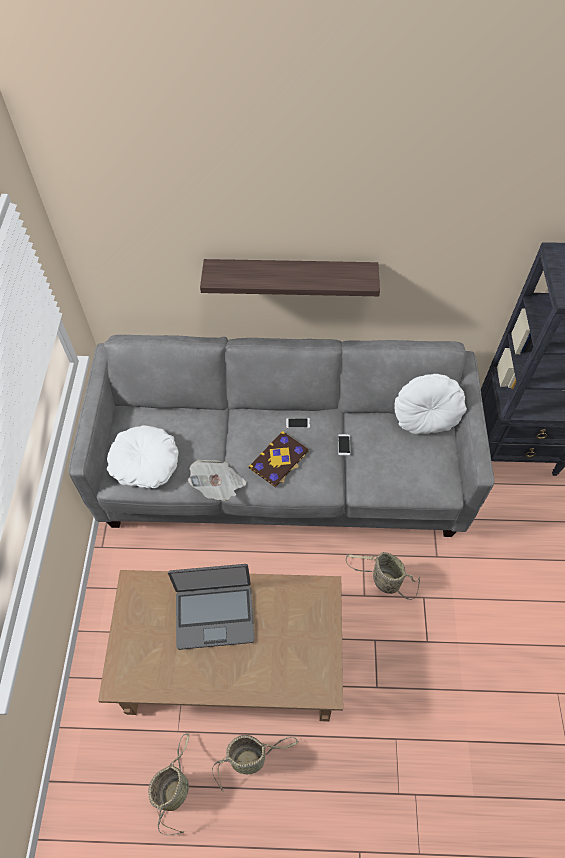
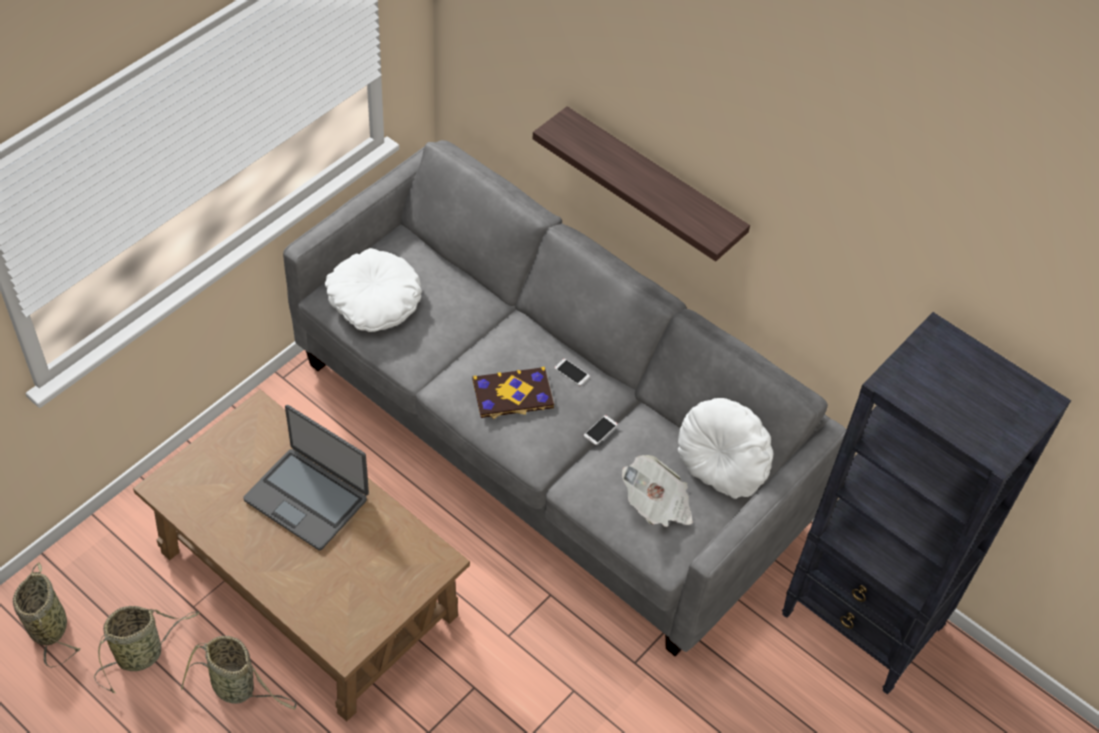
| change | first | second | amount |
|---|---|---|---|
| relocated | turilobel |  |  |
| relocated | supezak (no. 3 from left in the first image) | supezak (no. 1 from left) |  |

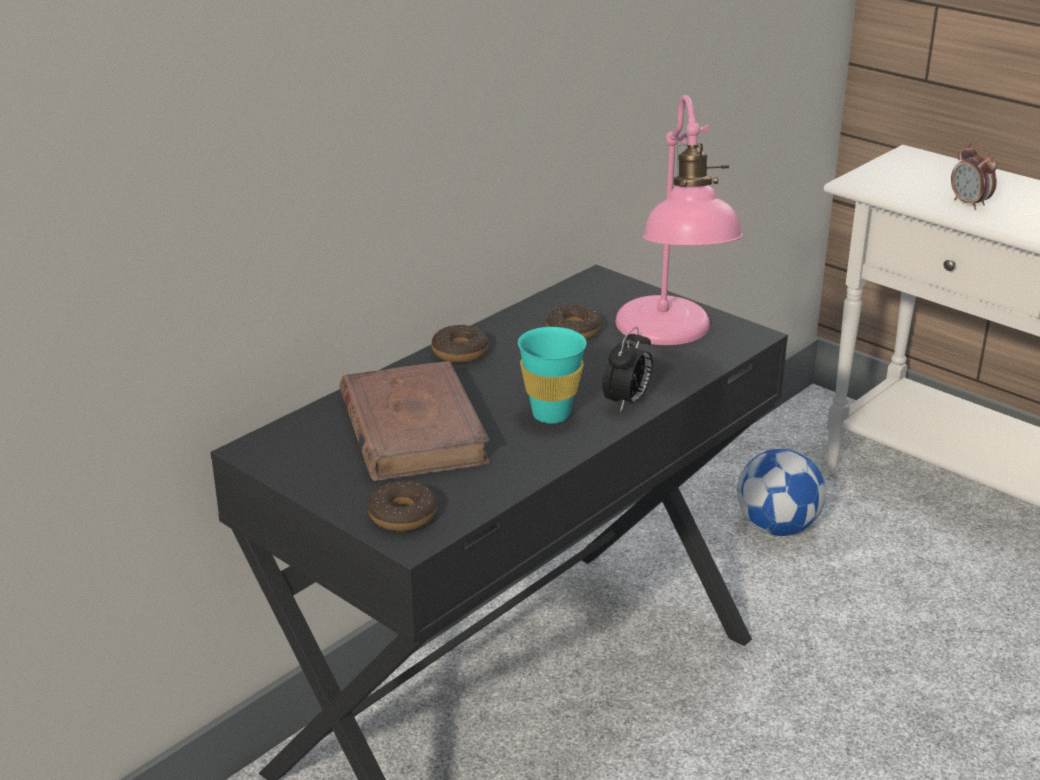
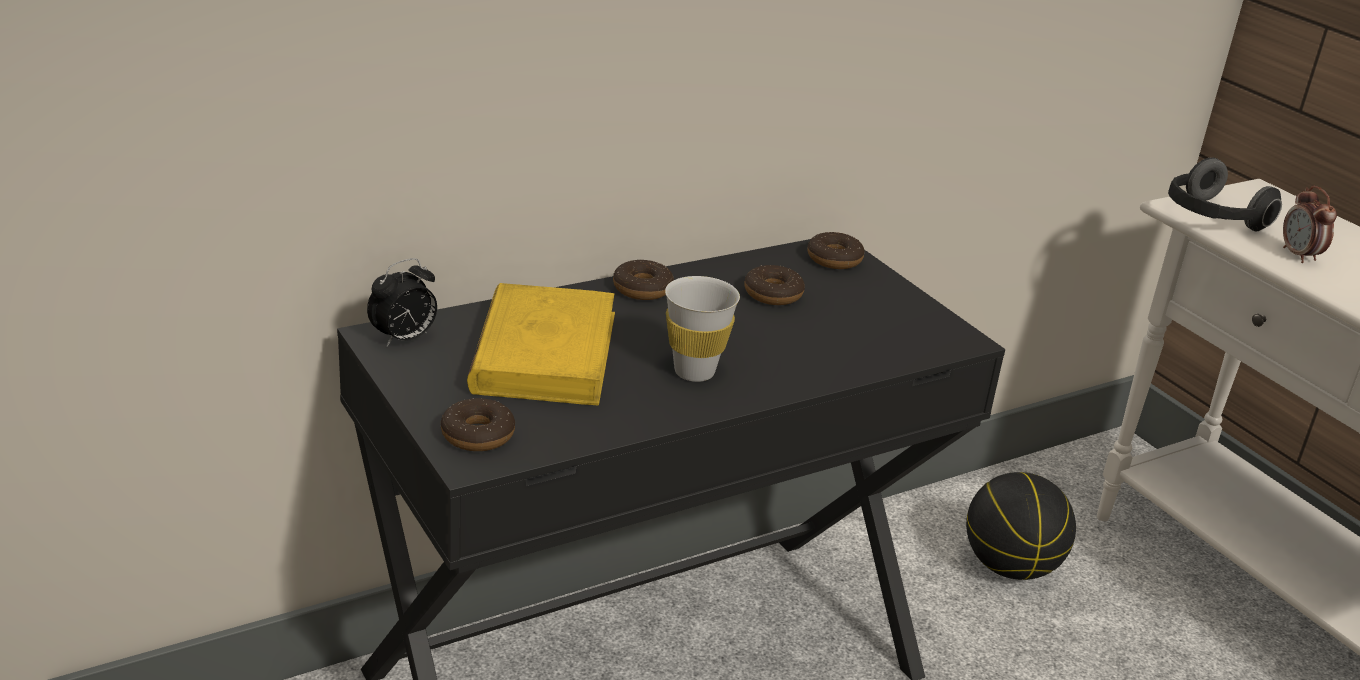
| change | first | second | amount |
|---|---|---|---|
| missing | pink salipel |  |  |
| appeared |  | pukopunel (no. 4 from left) |  |
| appeared |  | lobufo |  |
| relocated | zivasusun (no. 1 from left) |  |  |
| exchanged | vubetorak | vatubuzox |  |
| colour | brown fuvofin | yellow fuvofin |  |
| colour | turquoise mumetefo | white mumetefo |  |

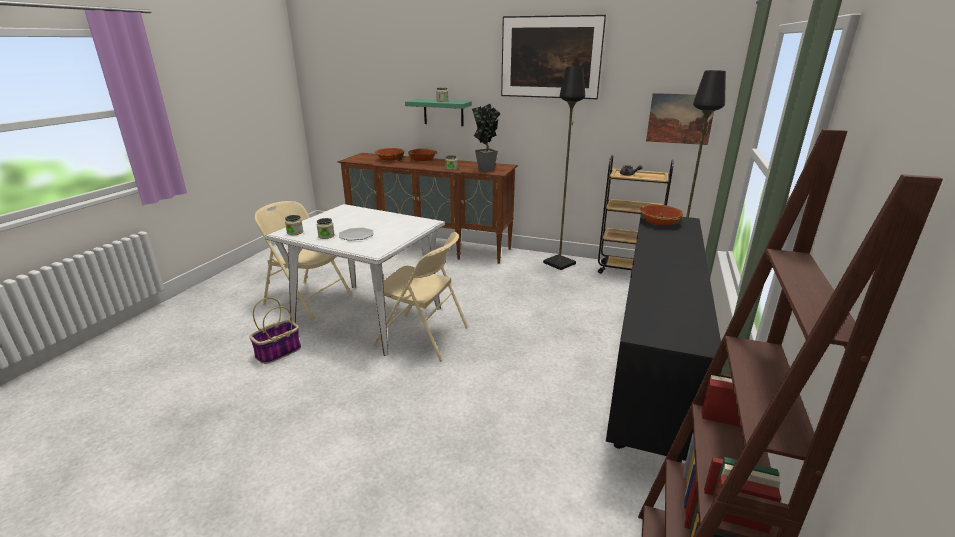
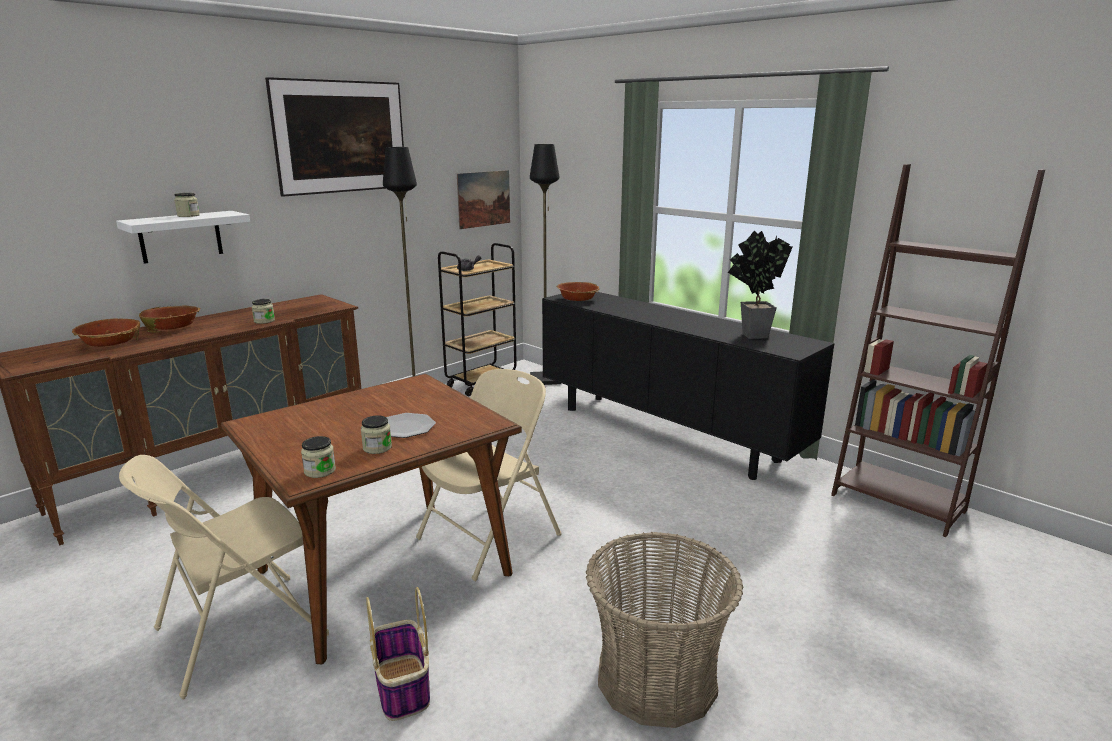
| change | first | second | amount |
|---|---|---|---|
| appeared |  | supezak (no. 2 from left) |  |
| relocated | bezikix |  |  |
| colour | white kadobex | brown kadobex |  |
| colour | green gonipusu | white gonipusu |  |

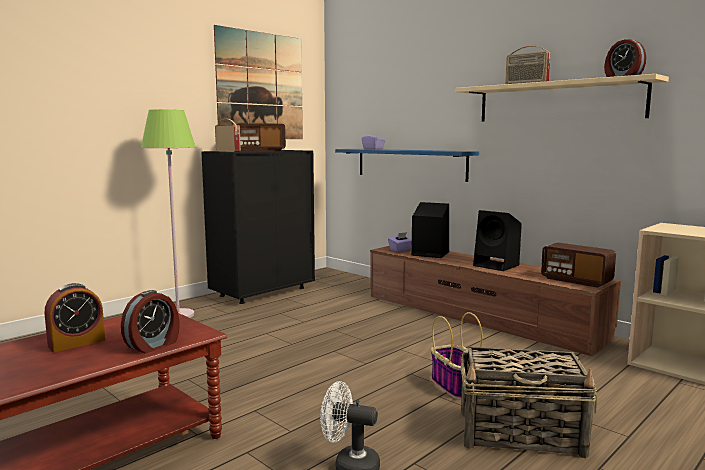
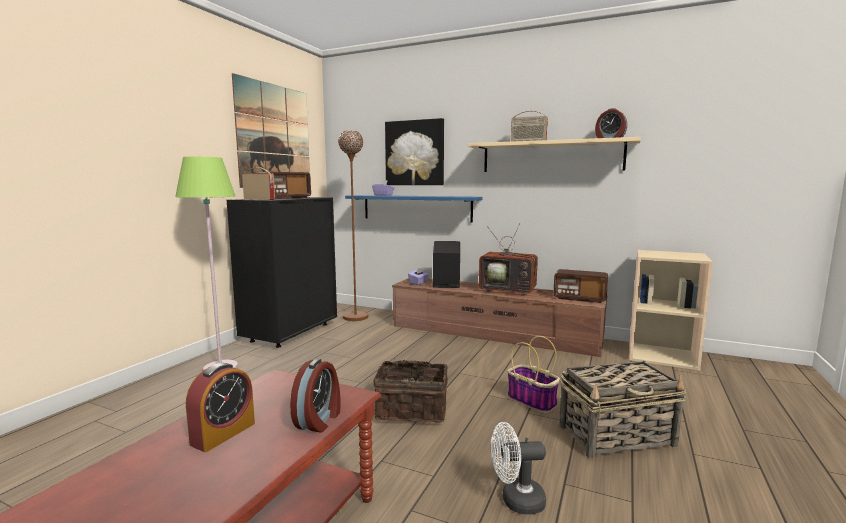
| change | first | second | amount |
|---|---|---|---|
| appeared |  | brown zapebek |  |
| appeared |  | supezak (no. 1 from left) |  |
| appeared |  | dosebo (no. 2 from left) |  |
| exchanged | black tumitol (no. 2 from left) | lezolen |  |

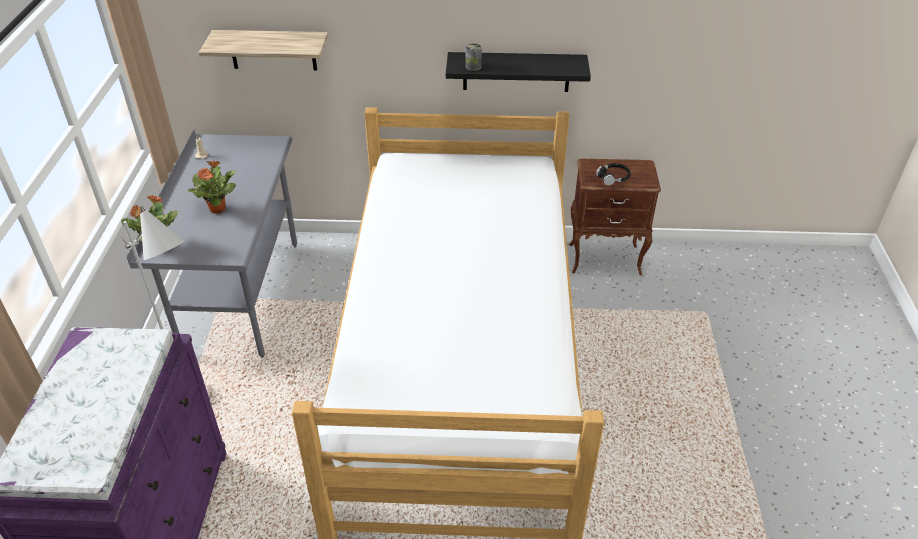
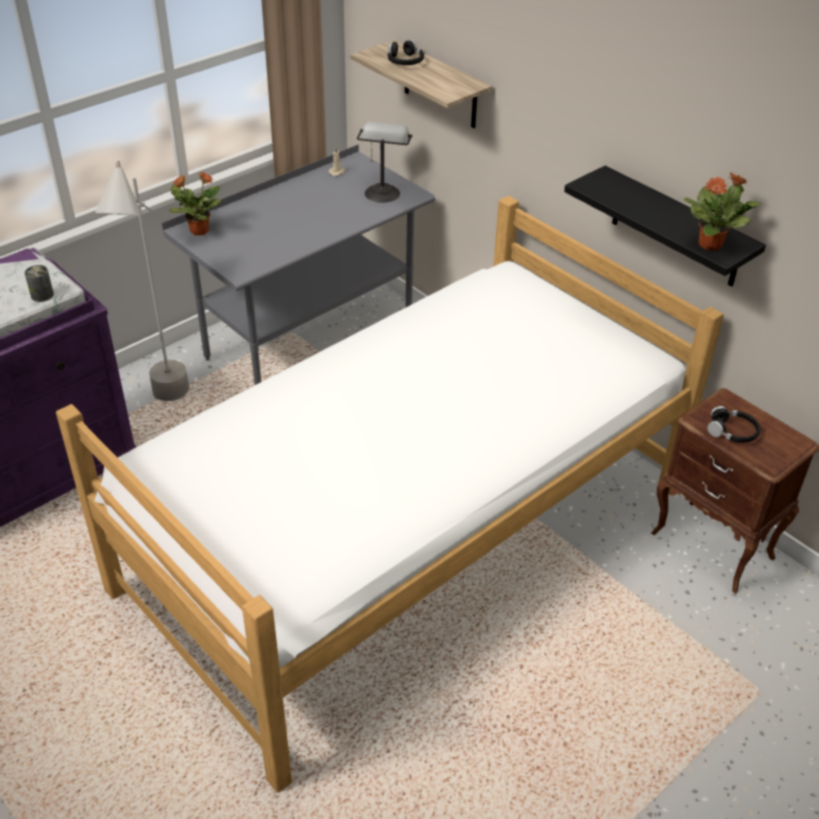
| change | first | second | amount |
|---|---|---|---|
| appeared |  | salipel |  |
| appeared |  | black lobufo (no. 1 from left) |  |
| relocated | bezikix (no. 2 from left) |  |  |
| relocated | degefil |  |  |

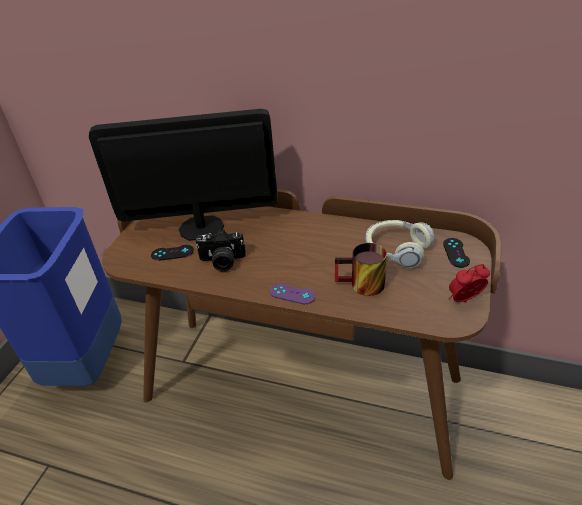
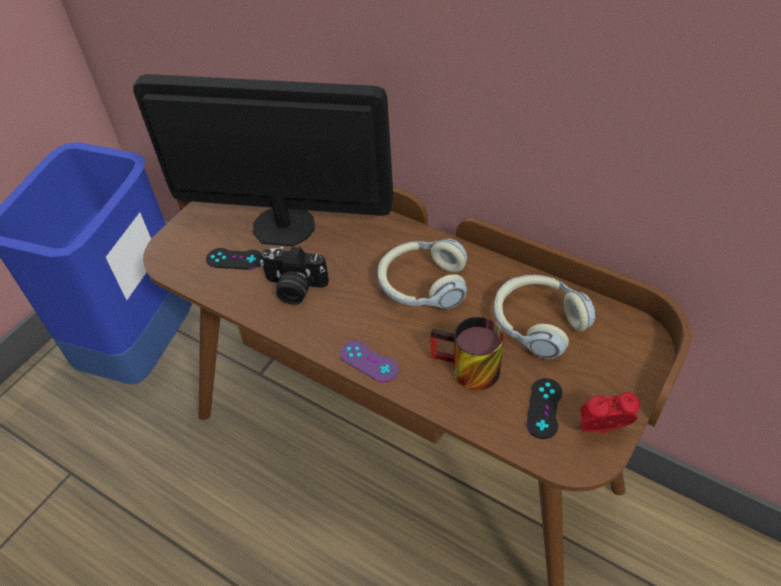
| change | first | second | amount |
|---|---|---|---|
| appeared |  | lobufo (no. 1 from left) |  |
| relocated | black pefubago (no. 2 from left) |  |  |

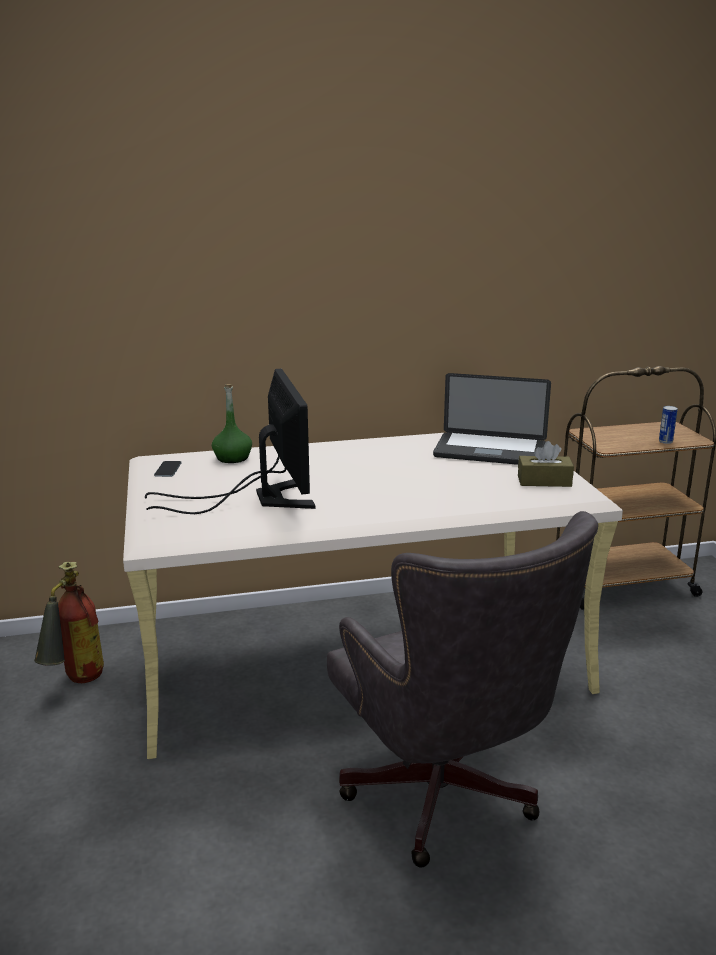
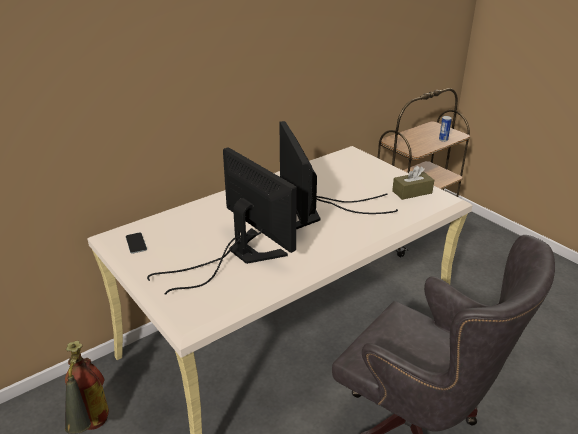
| change | first | second | amount |
|---|---|---|---|
| missing | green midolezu |  |  |
| missing | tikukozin |  |  |
| appeared |  | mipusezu (no. 2 from left) |  |

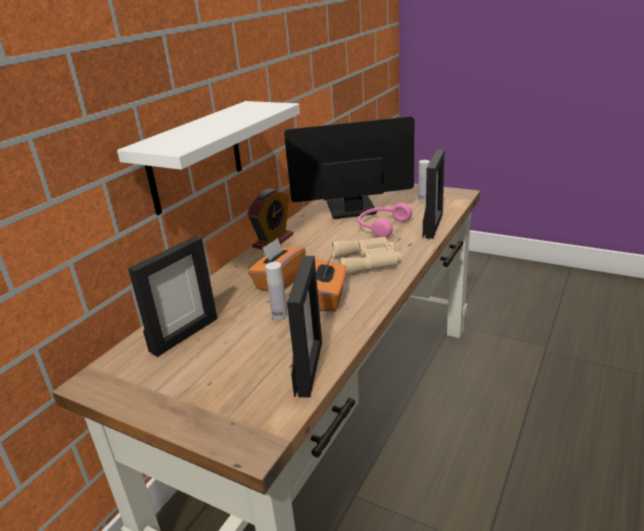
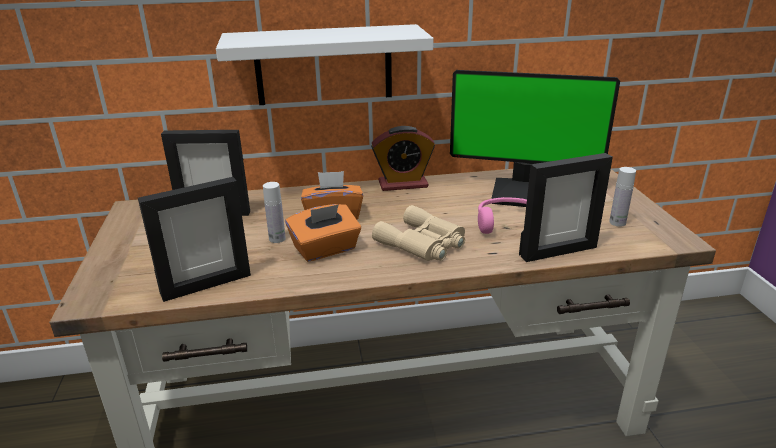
| change | first | second | amount |
|---|---|---|---|
| spun | mipusezu |  | 150 degrees clockwise |

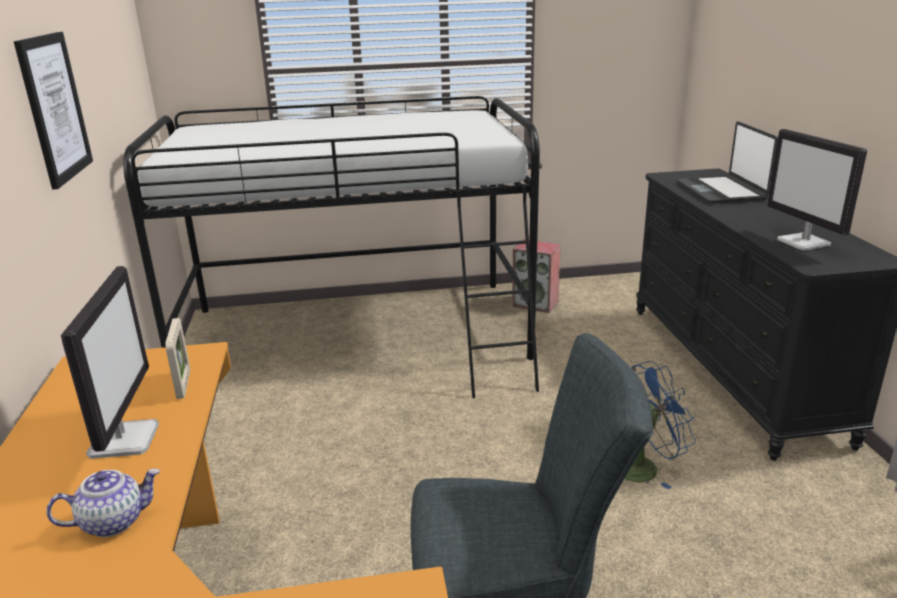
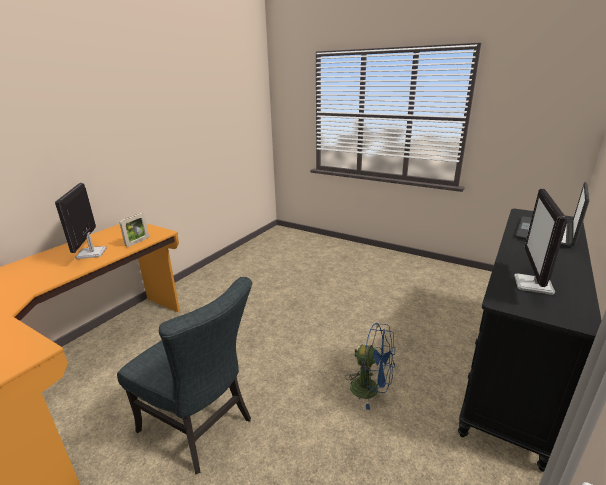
| change | first | second | amount |
|---|---|---|---|
| missing | dosebo |  |  |
| missing | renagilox |  |  |
| missing | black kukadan |  |  |
| missing | tumitol |  |  |
| spun | mipusezu (no. 1 from left) |  | 135 degrees clockwise |

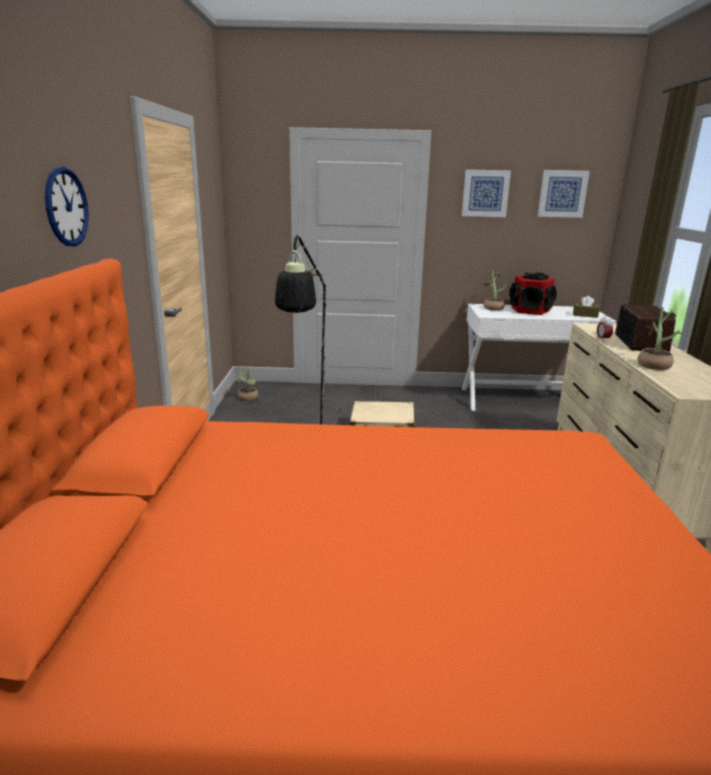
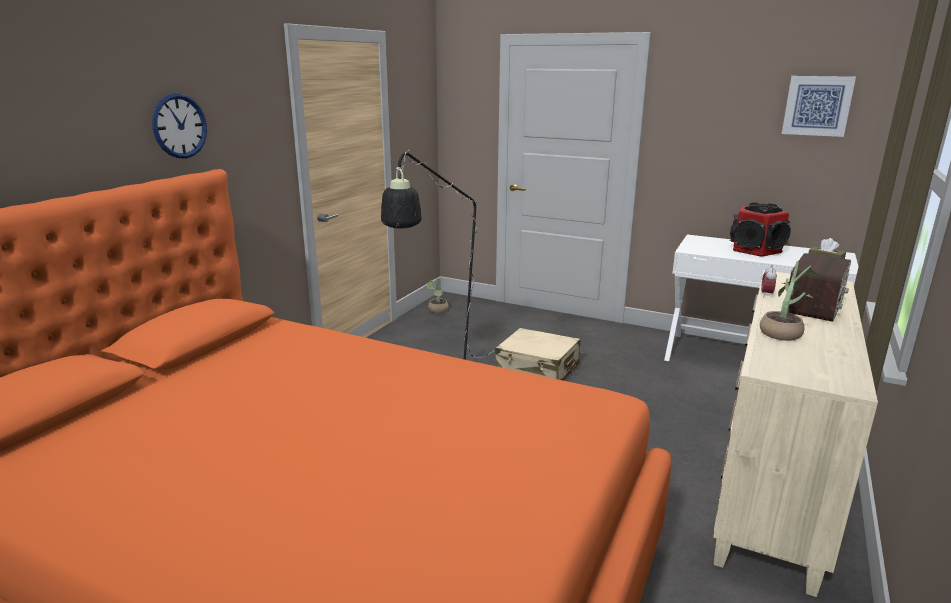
| change | first | second | amount |
|---|---|---|---|
| missing | dosebo (no. 1 from left) |  |  |
| missing | bezikix (no. 2 from left) |  |  |

